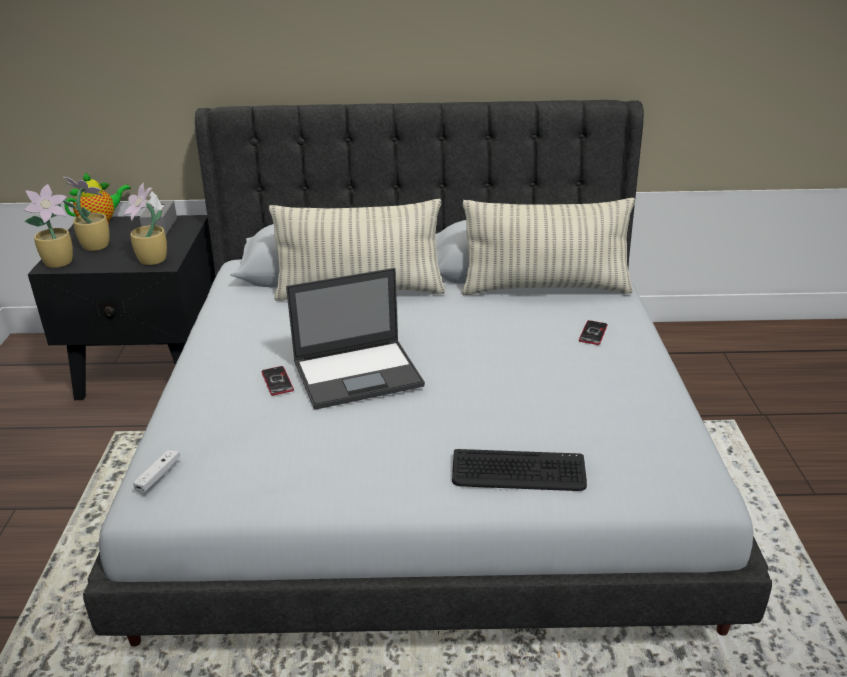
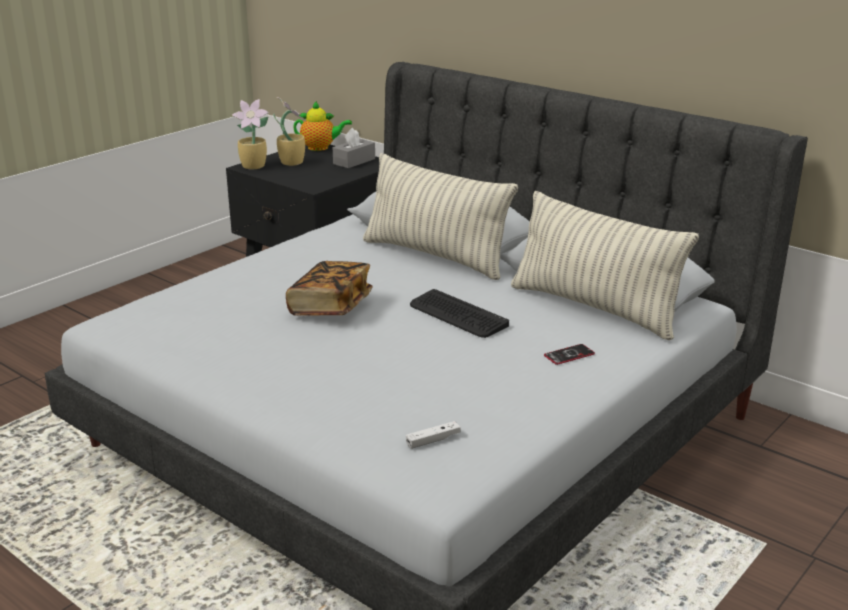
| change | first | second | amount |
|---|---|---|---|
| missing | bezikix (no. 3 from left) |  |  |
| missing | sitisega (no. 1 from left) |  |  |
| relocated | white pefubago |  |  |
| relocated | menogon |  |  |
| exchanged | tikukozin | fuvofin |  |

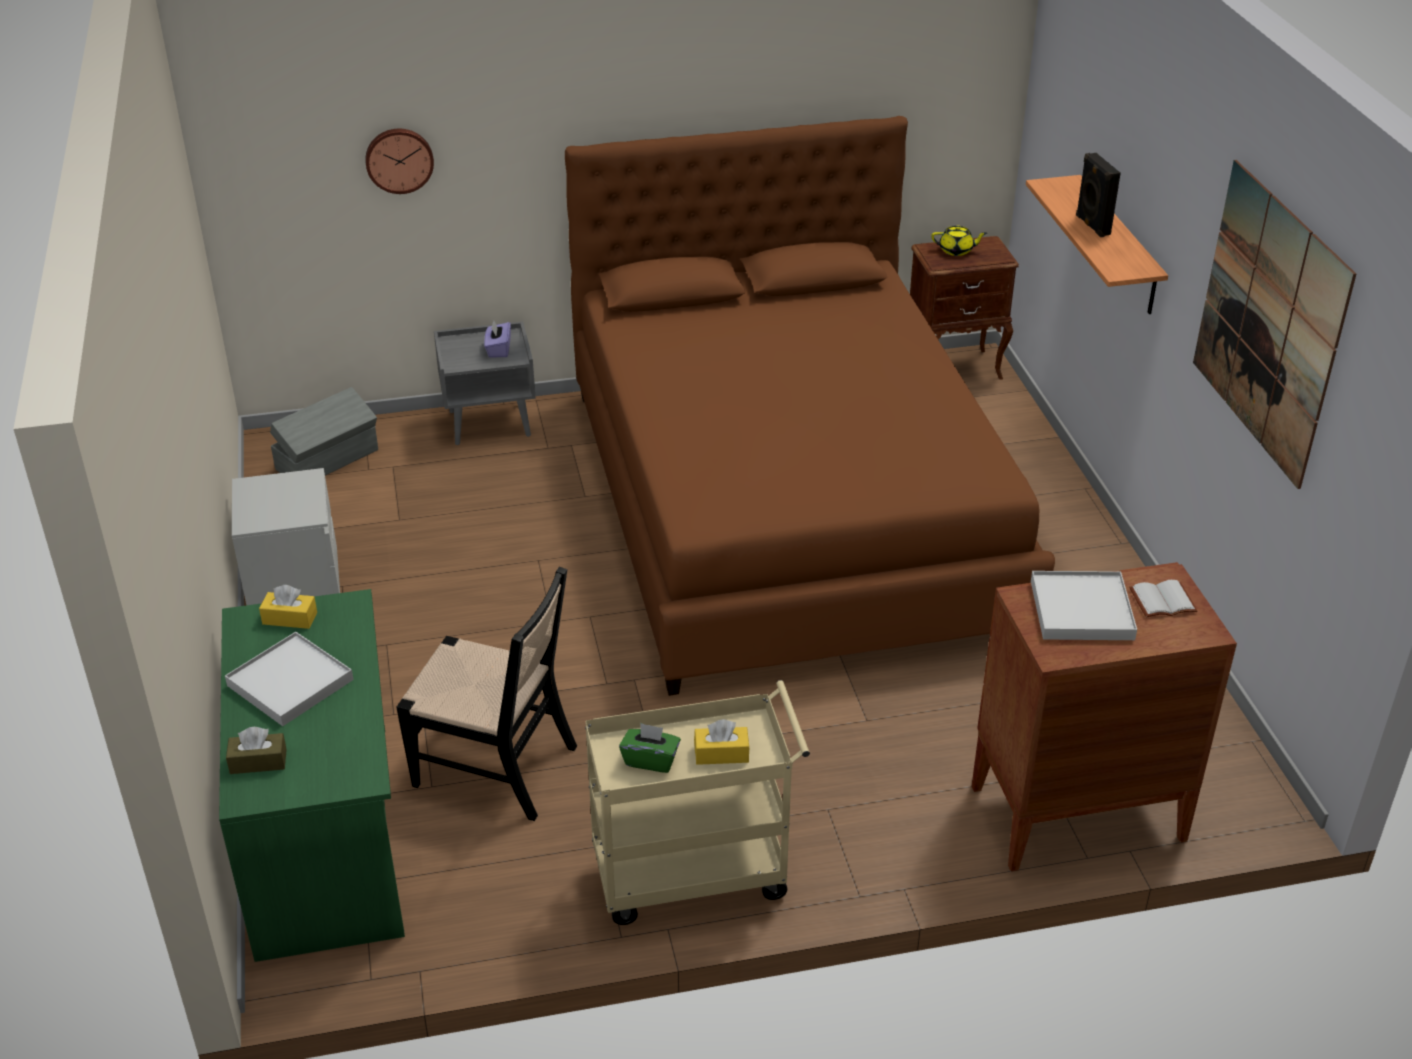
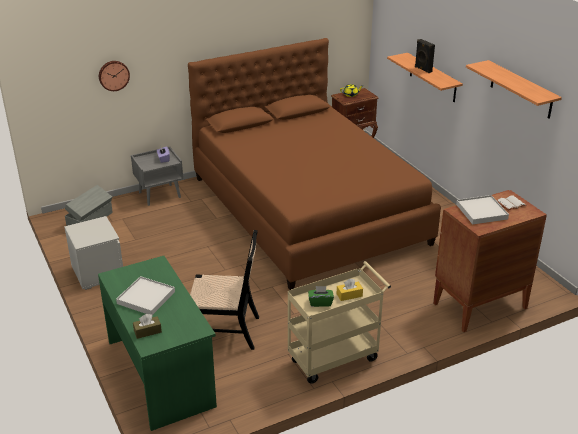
| change | first | second | amount |
|---|---|---|---|
| missing | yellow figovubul (no. 1 from left) |  |  |
| exchanged | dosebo | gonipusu (no. 2 from left) |  |

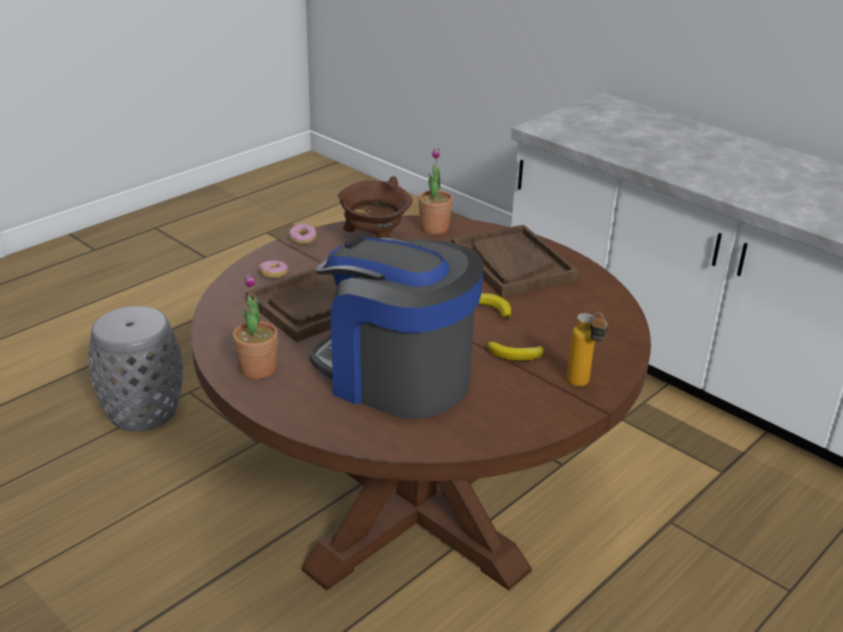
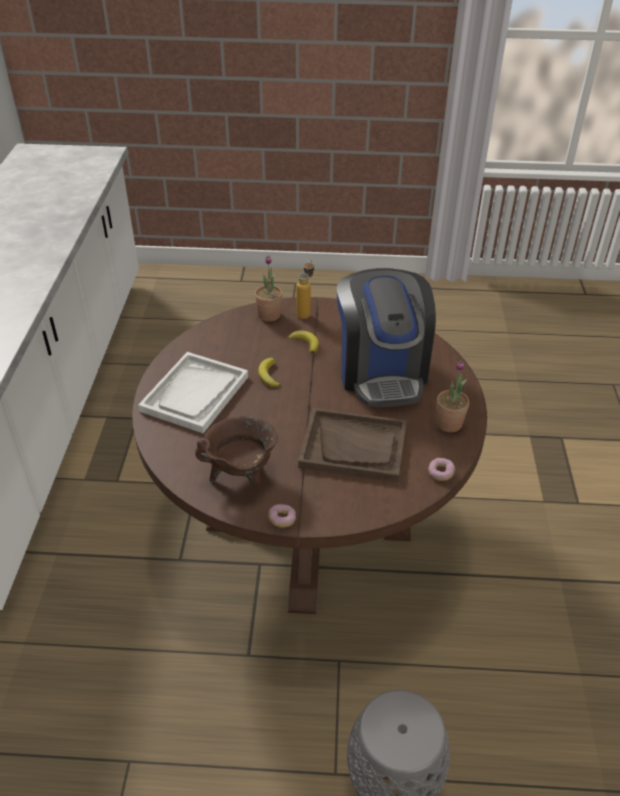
| change | first | second | amount |
|---|---|---|---|
| relocated | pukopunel (no. 1 from left in the first image) | pukopunel (no. 2 from left) |  |
| relocated | bezikix (no. 2 from left in the first image) | bezikix (no. 1 from left) |  |
| colour | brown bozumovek (no. 2 from left) | white bozumovek |  |

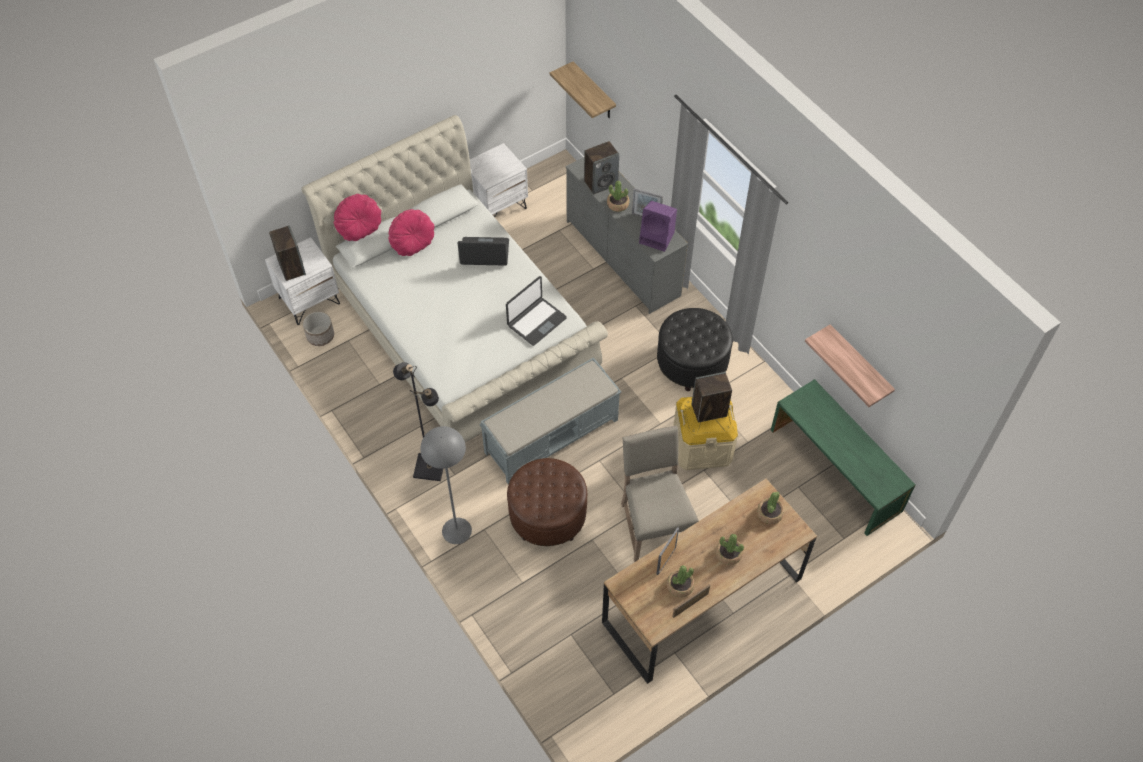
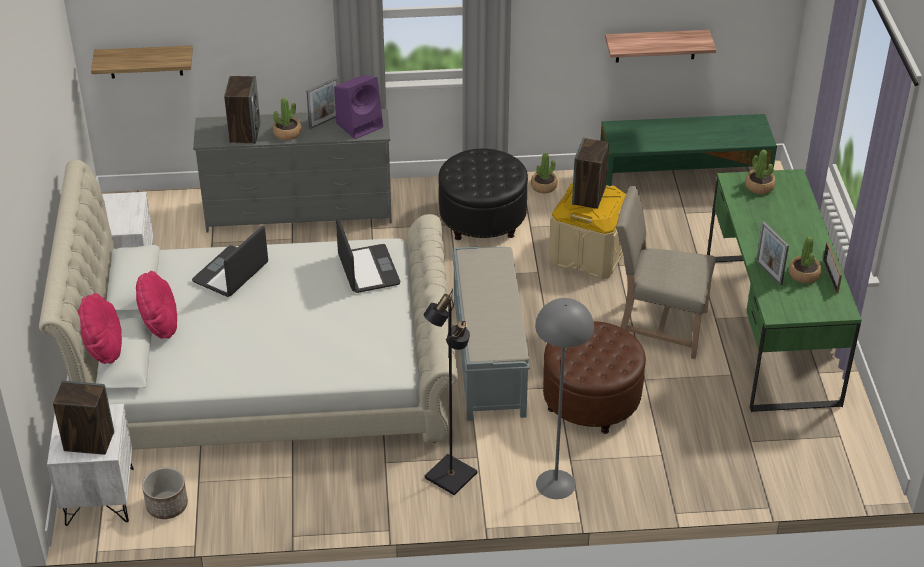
| change | first | second | amount |
|---|---|---|---|
| relocated | bezikix (no. 3 from left in the first image) | bezikix (no. 2 from left) |  |
| colour | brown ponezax | green ponezax |  |

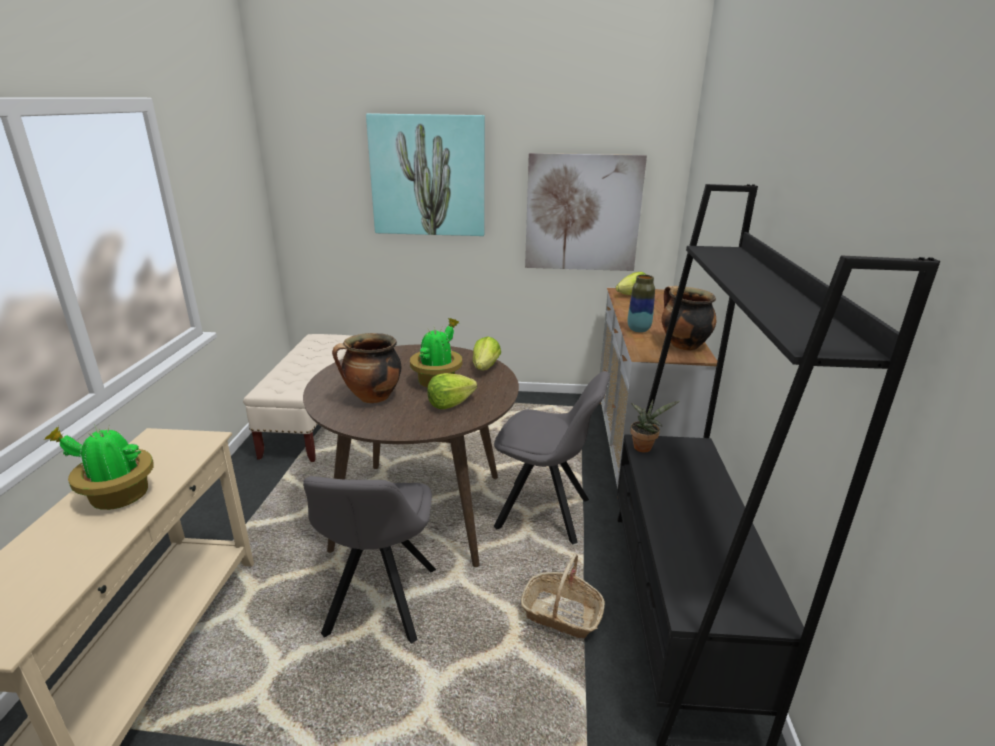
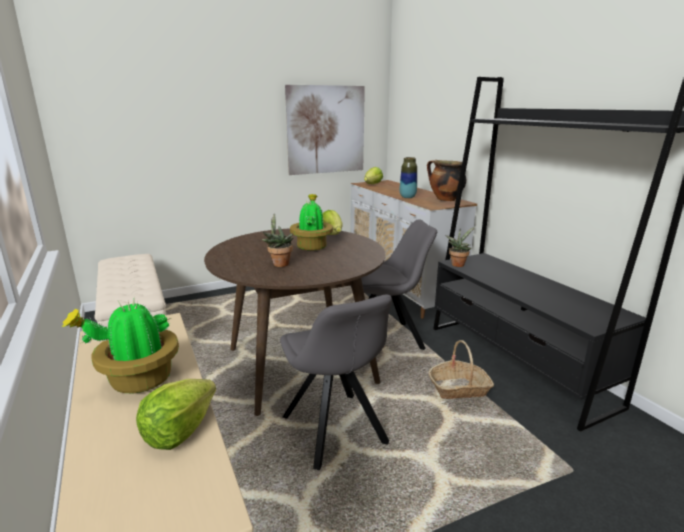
| change | first | second | amount |
|---|---|---|---|
| missing | dosebo (no. 1 from left) |  |  |
| relocated | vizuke (no. 1 from left) |  |  |
| exchanged | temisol (no. 1 from left) | bezikix (no. 2 from left) |  |

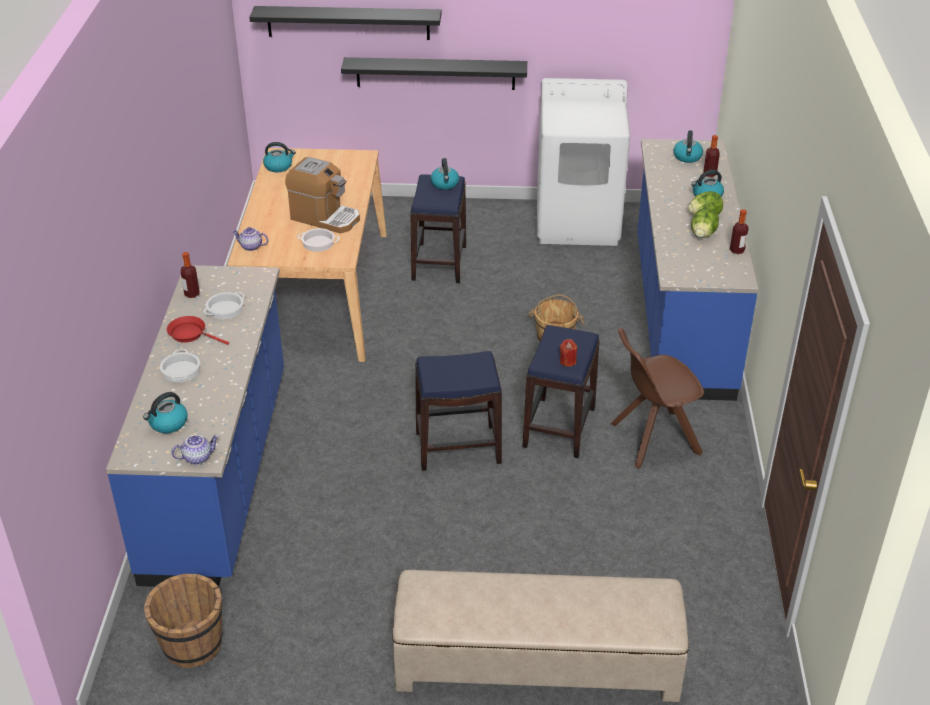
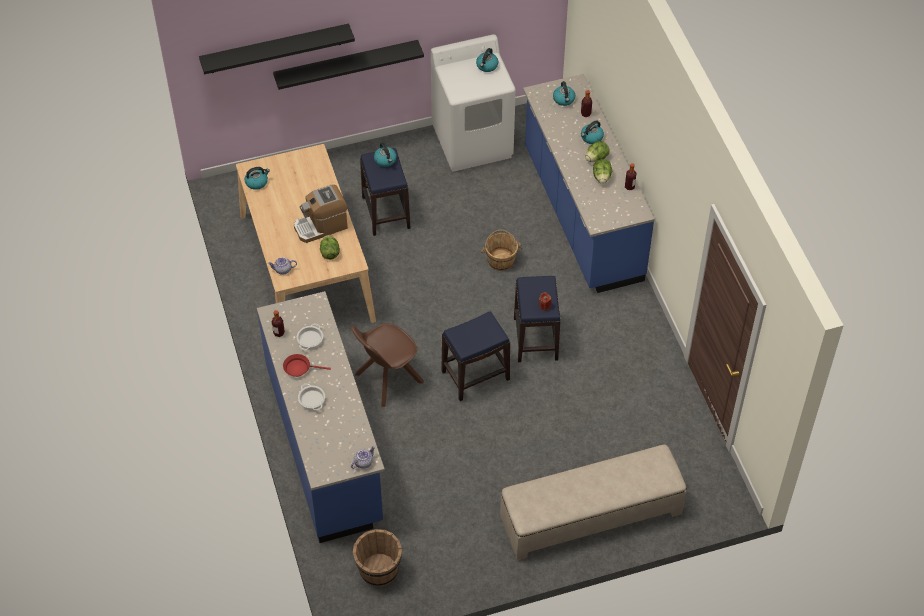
| change | first | second | amount |
|---|---|---|---|
| relocated | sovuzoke (no. 1 from left in the first image) | sovuzoke (no. 3 from left) |  |
| relocated | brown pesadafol |  |  |
| exchanged | temisol (no. 3 from left) | vizuke (no. 1 from left) |  |
| spun | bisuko |  | 150 degrees clockwise |

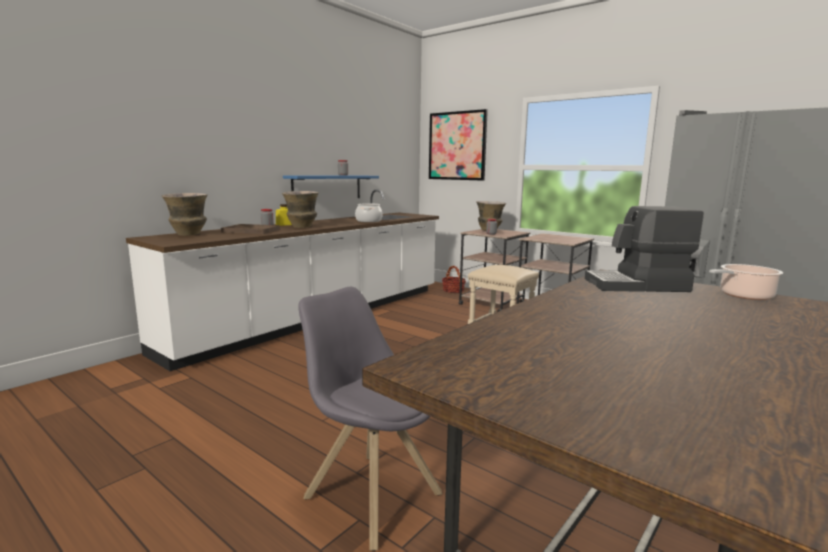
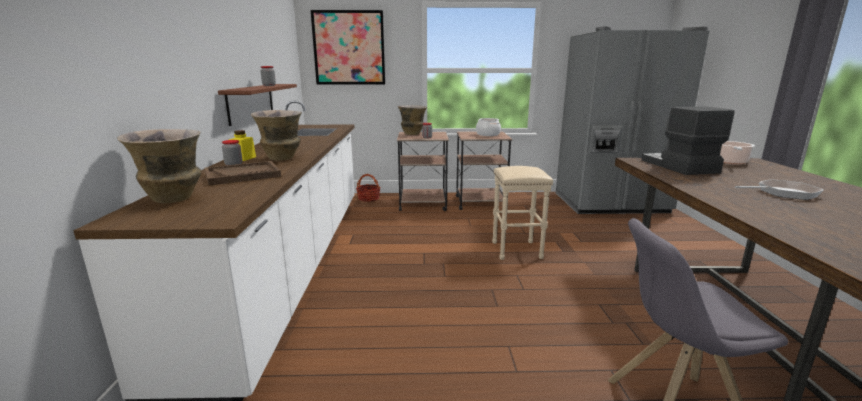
| change | first | second | amount |
|---|---|---|---|
| appeared |  | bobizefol |  |
| relocated | temisol (no. 1 from left) |  |  |
| colour | blue gonipusu | brown gonipusu |  |
| spun | bisuko |  | 120 degrees clockwise |

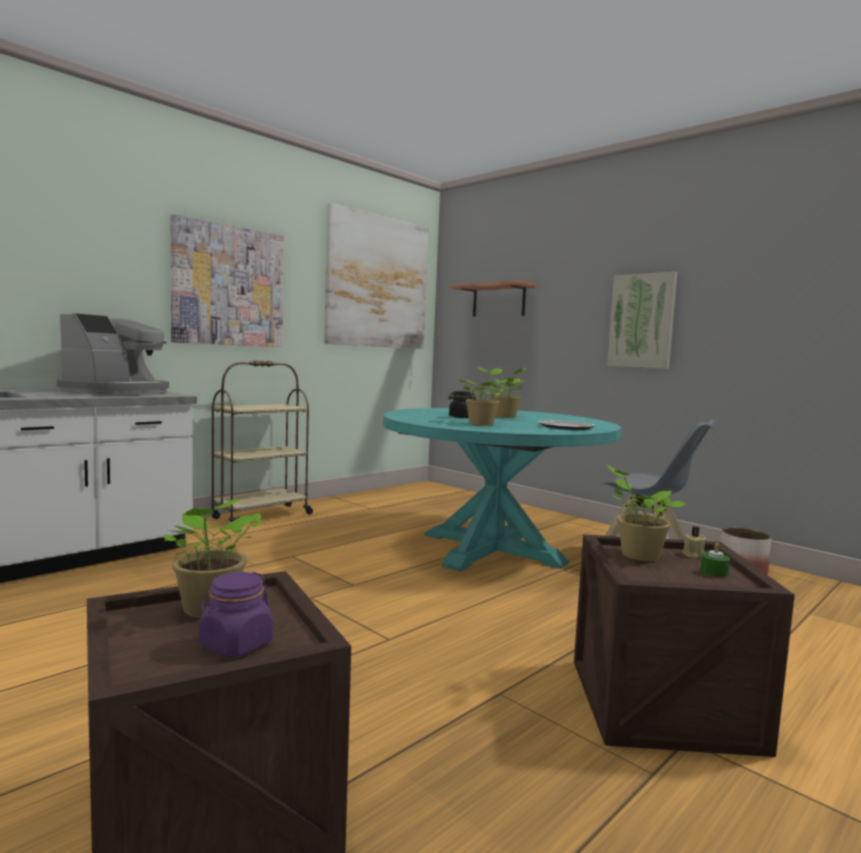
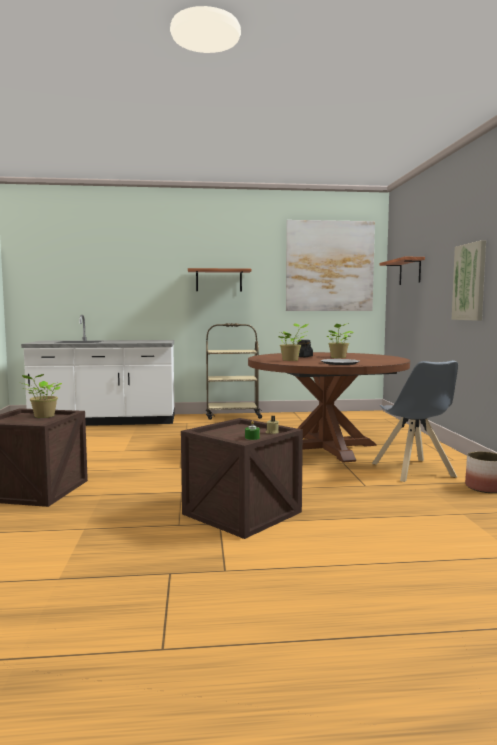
| change | first | second | amount |
|---|---|---|---|
| missing | bisuko |  |  |
| missing | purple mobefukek |  |  |
| missing | bezikix (no. 4 from left) |  |  |
| exchanged | dosebo (no. 1 from left) | gonipusu (no. 1 from left) |  |
| colour | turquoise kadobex | brown kadobex |  |

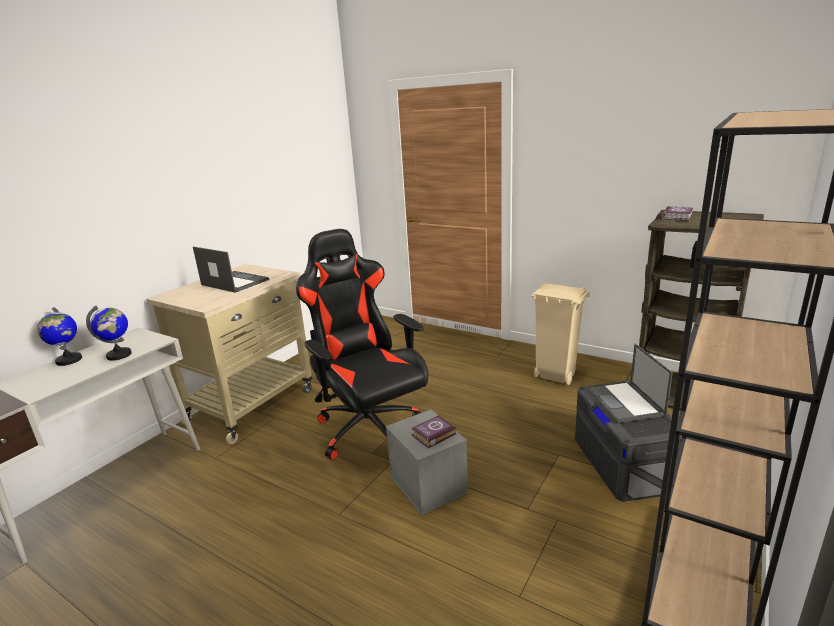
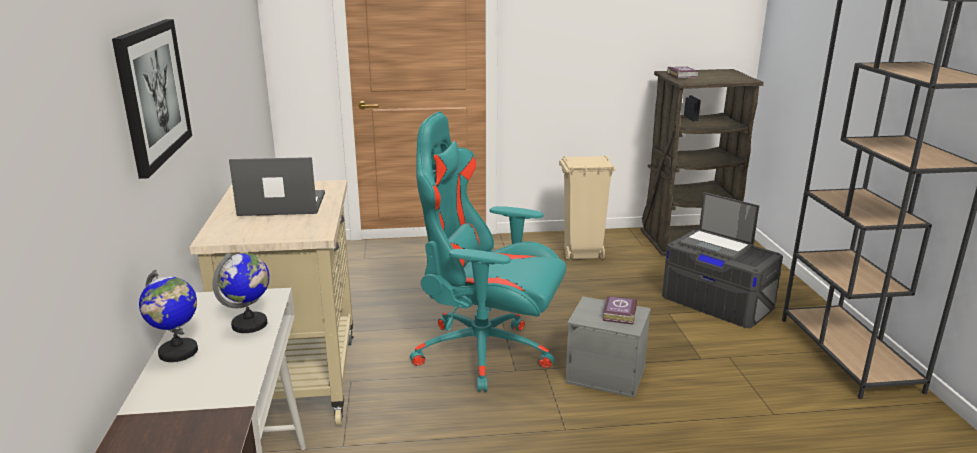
| change | first | second | amount |
|---|---|---|---|
| appeared |  | dosebo |  |
| colour | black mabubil | turquoise mabubil |  |

